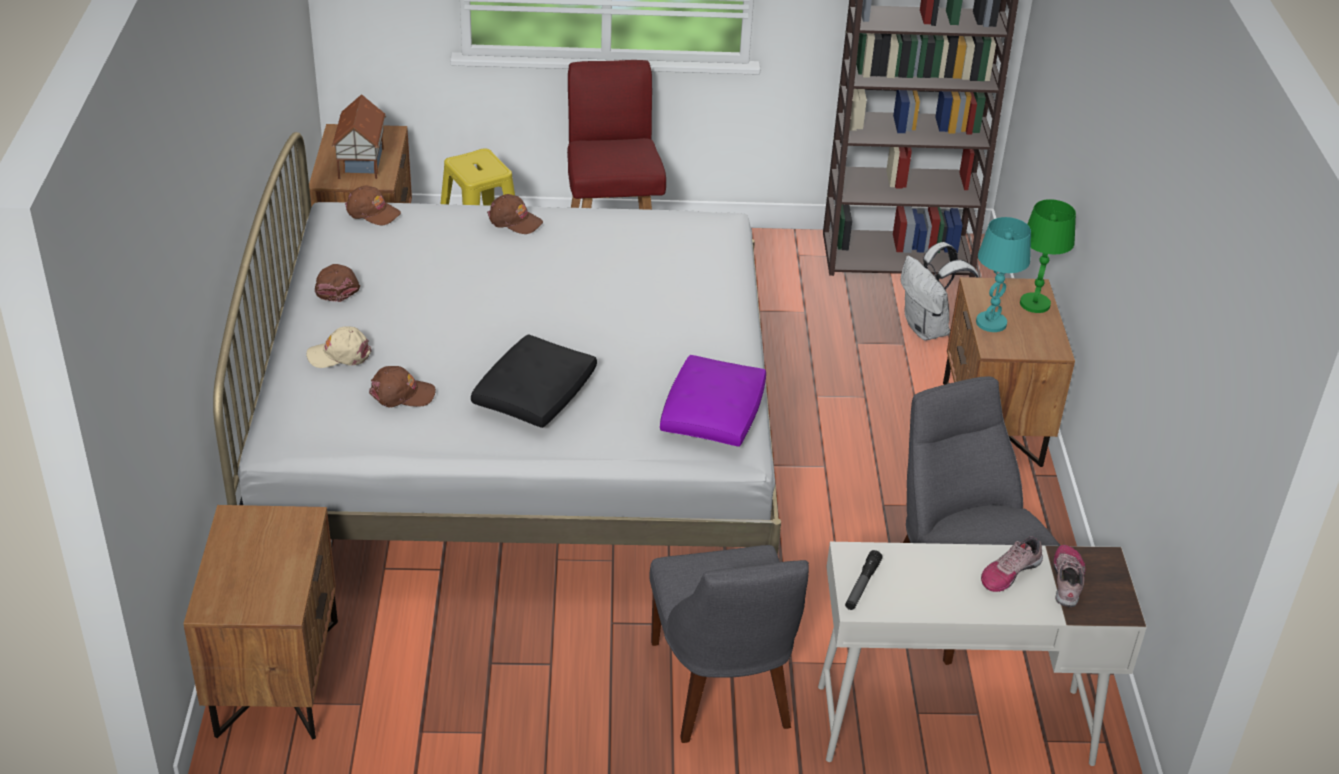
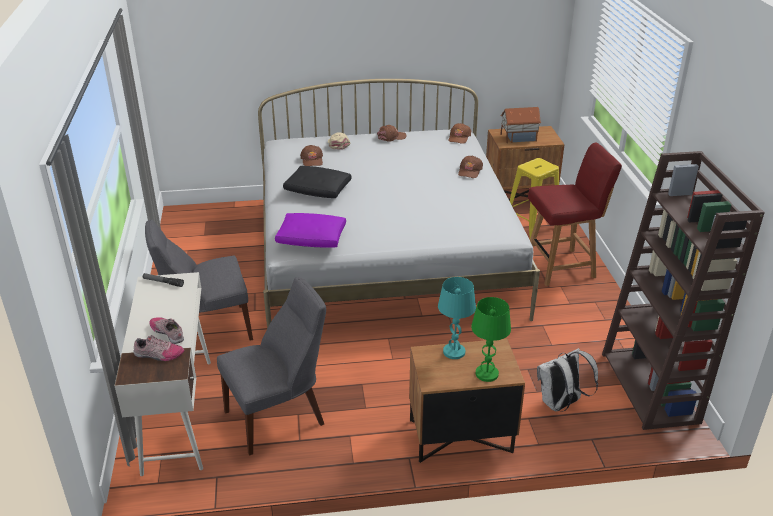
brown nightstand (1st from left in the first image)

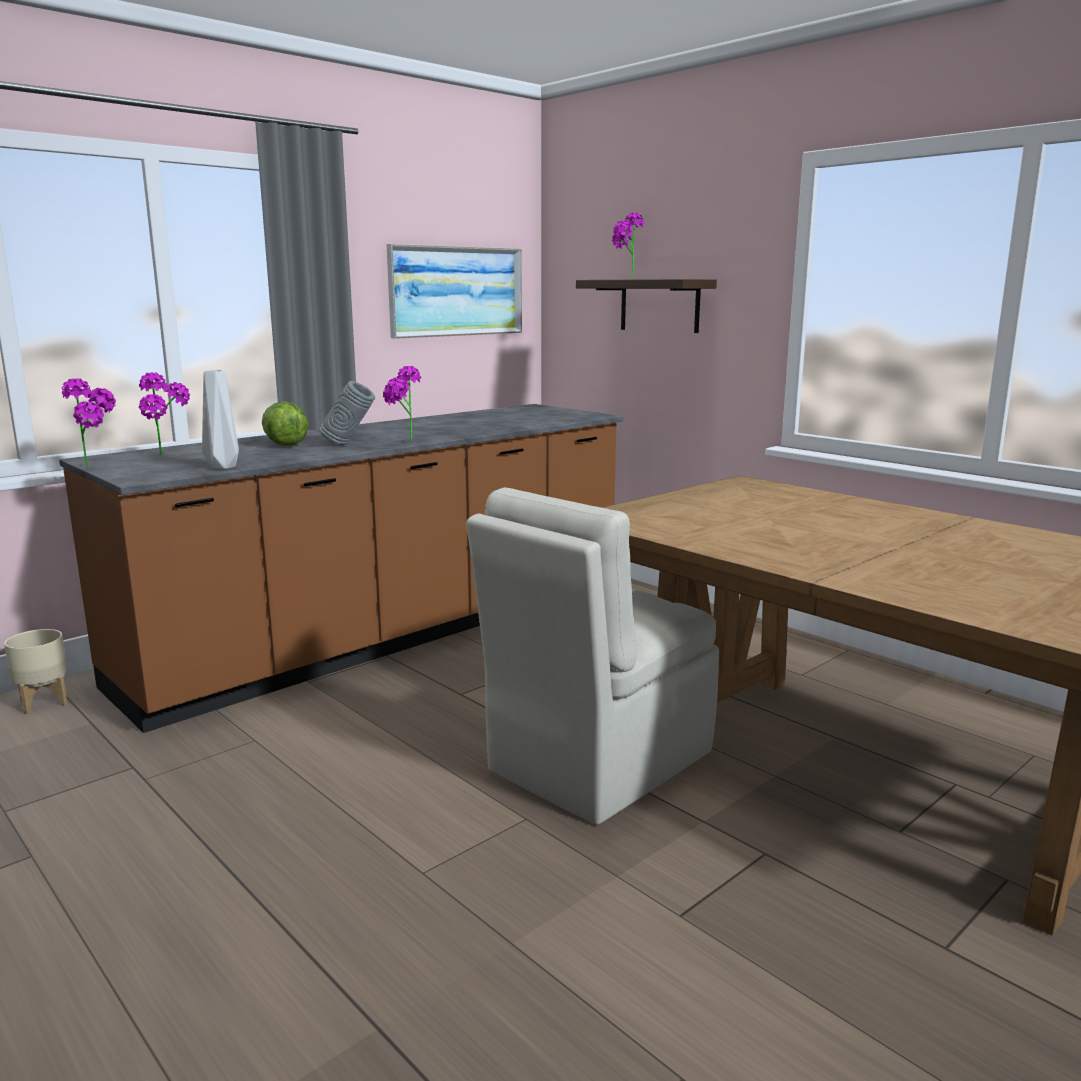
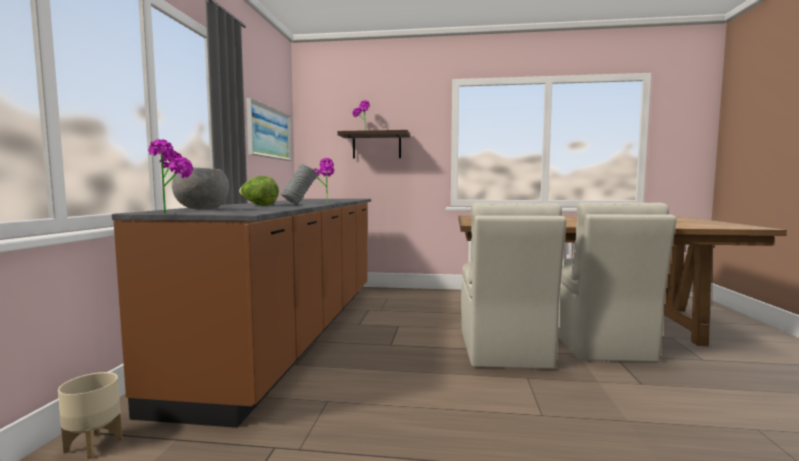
grey bowl; grey vase (1st from left in the first image); beige chair (2nd from left)

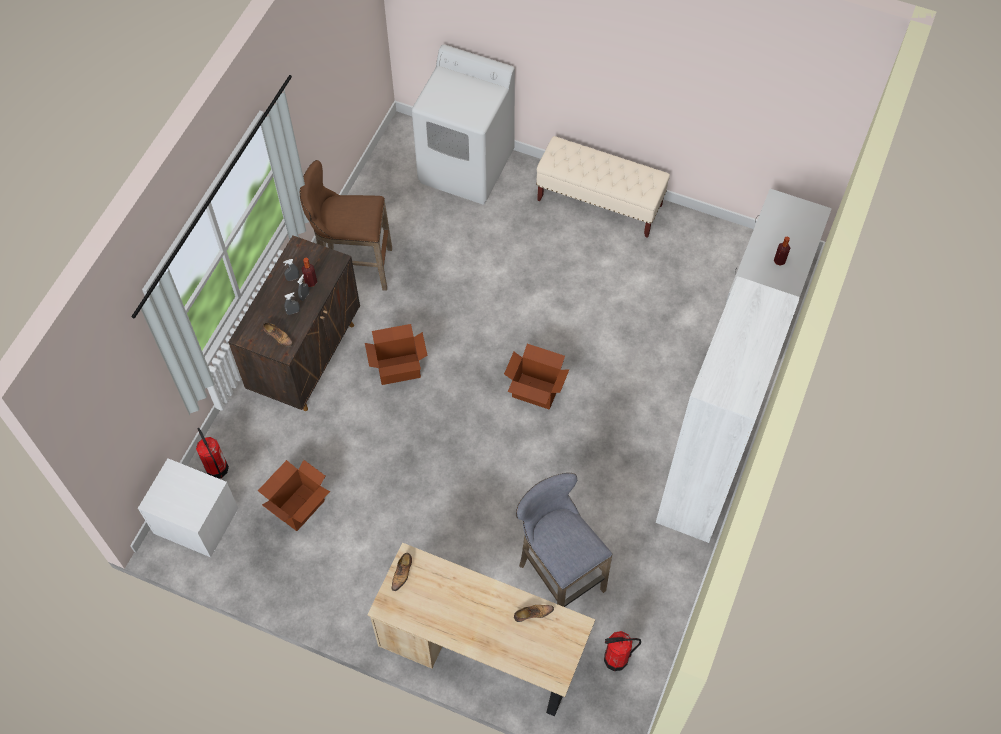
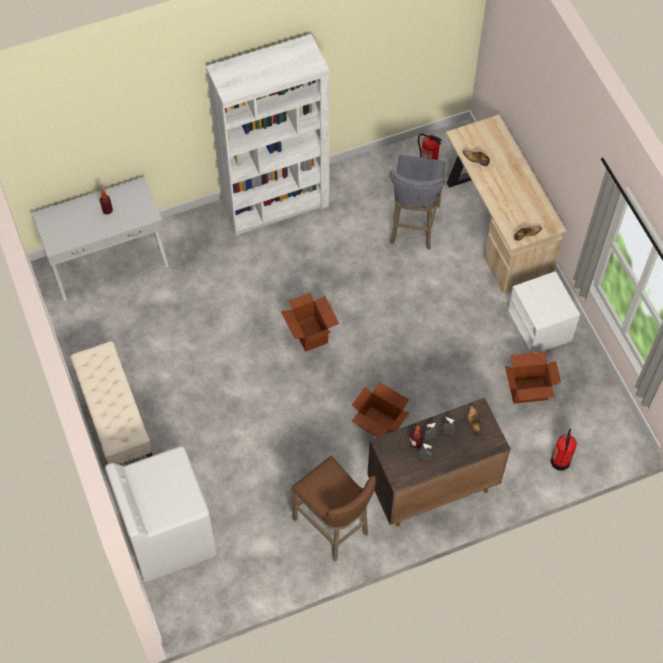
white nightstand

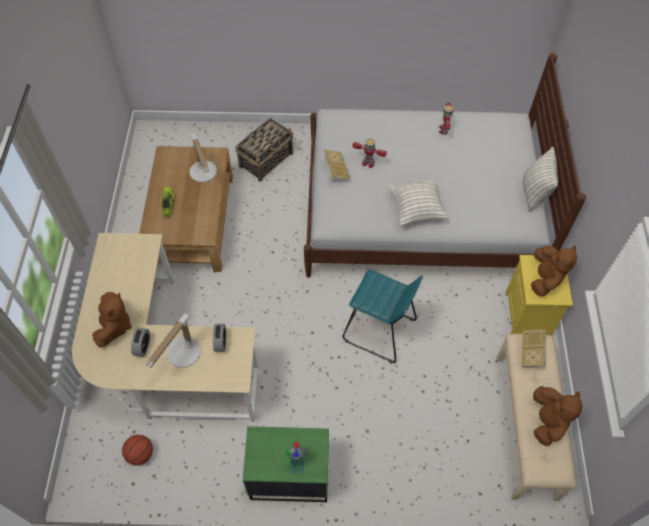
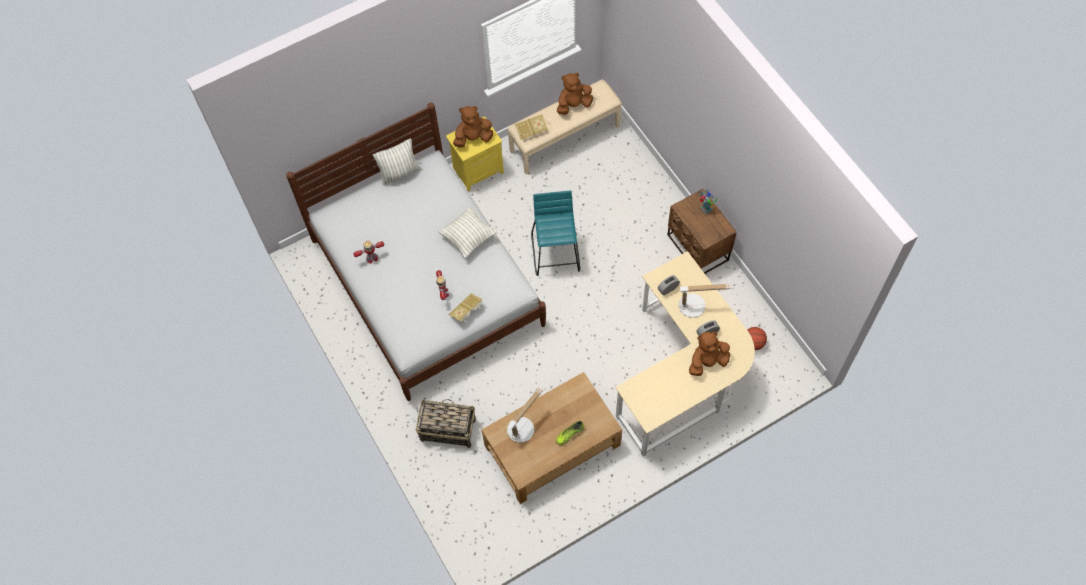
brown nightstand

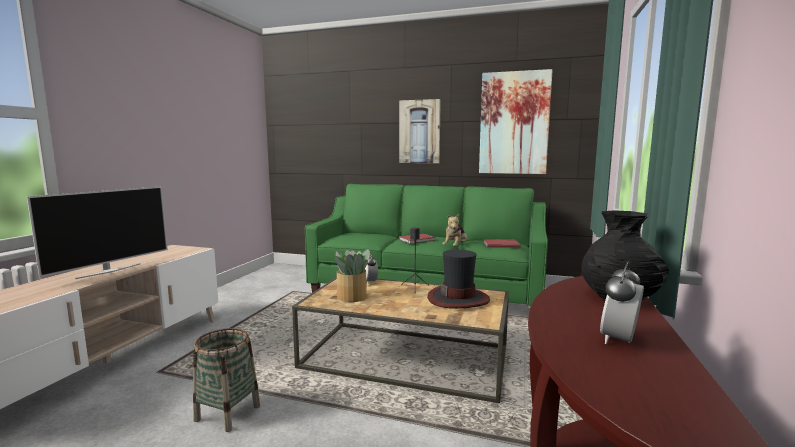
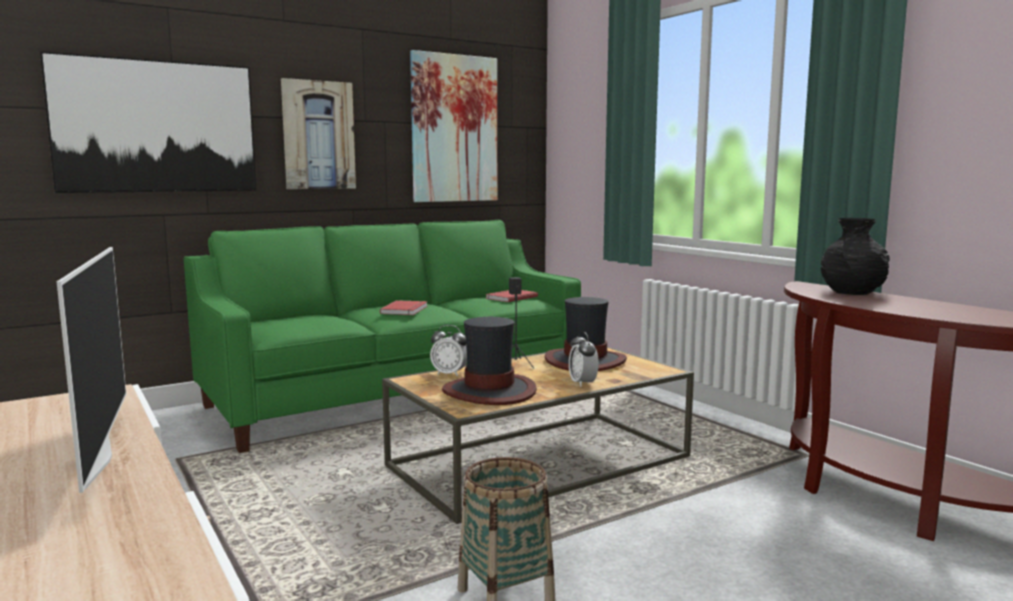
hat (1st from left); plush toy; alarm clock (2nd from left); picture (1st from left)

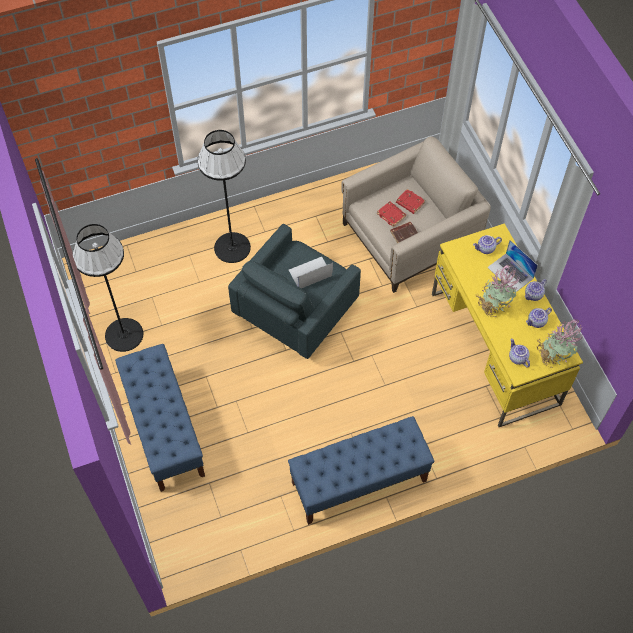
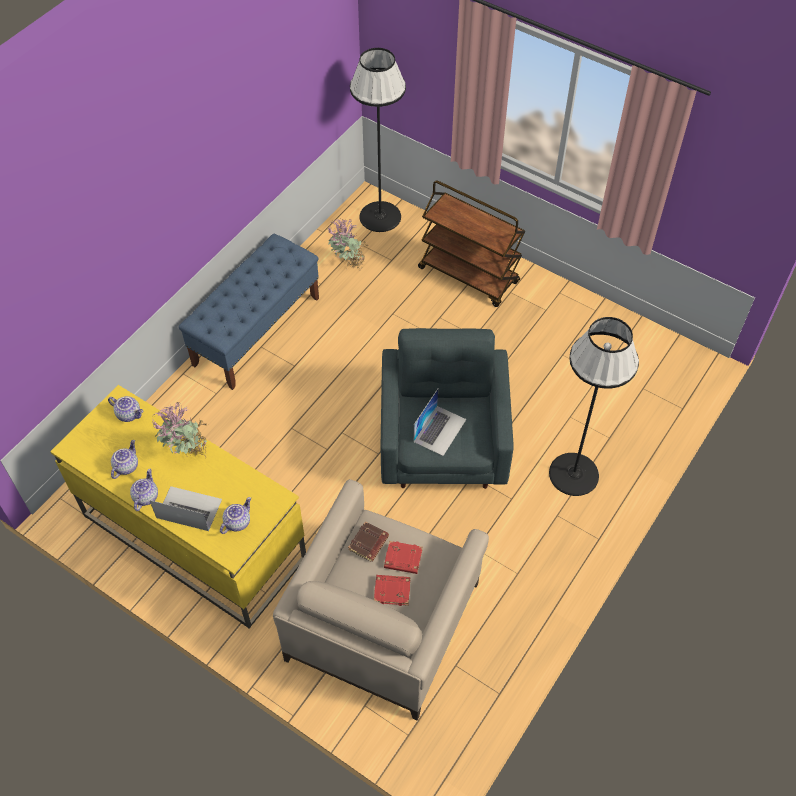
black floor lamp (1st from left); brown cart; potted plant (2nd from left)

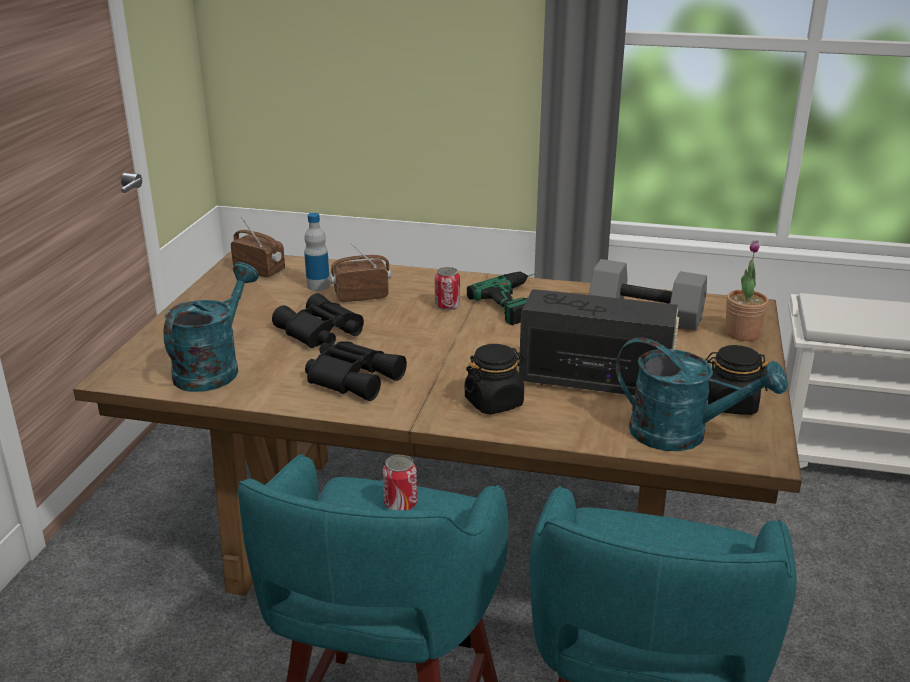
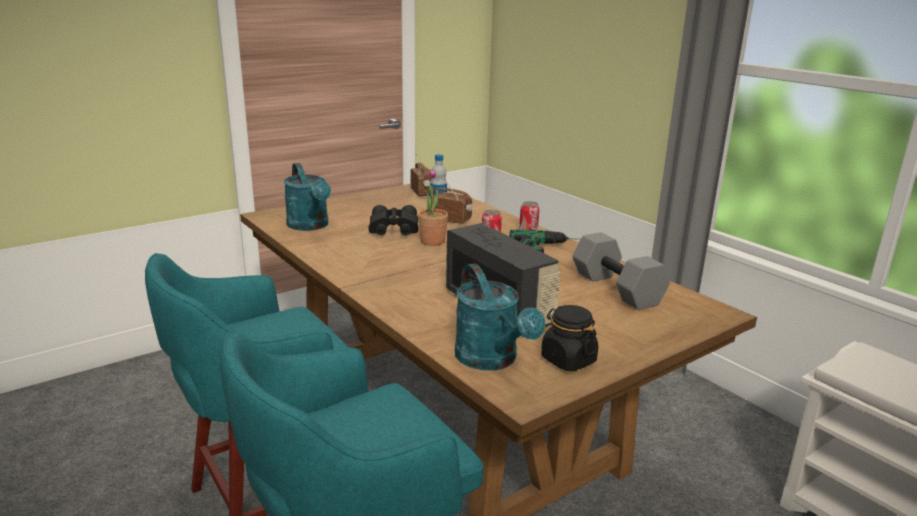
turquoise watering can (1st from left); black binoculars (2nd from left in the first image); can (2nd from left); black jar (1st from left in the first image); potted plant

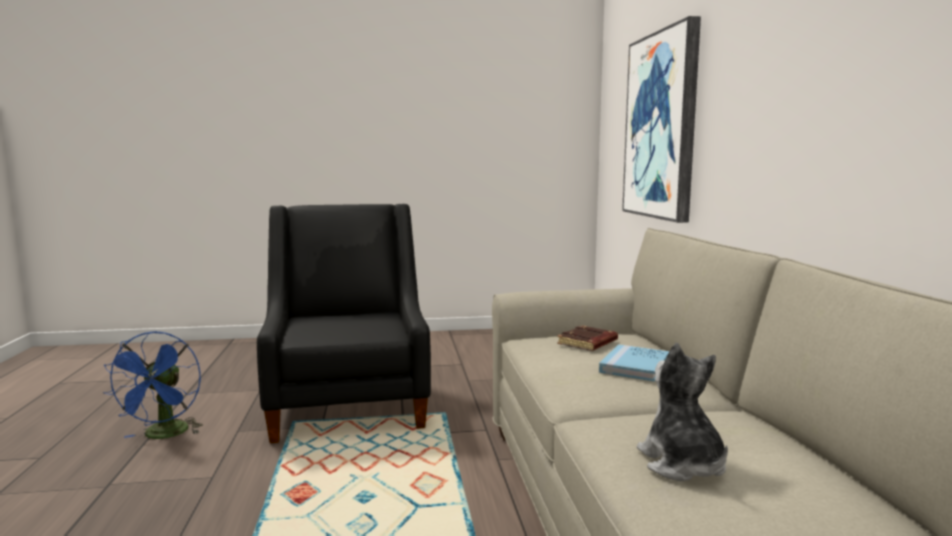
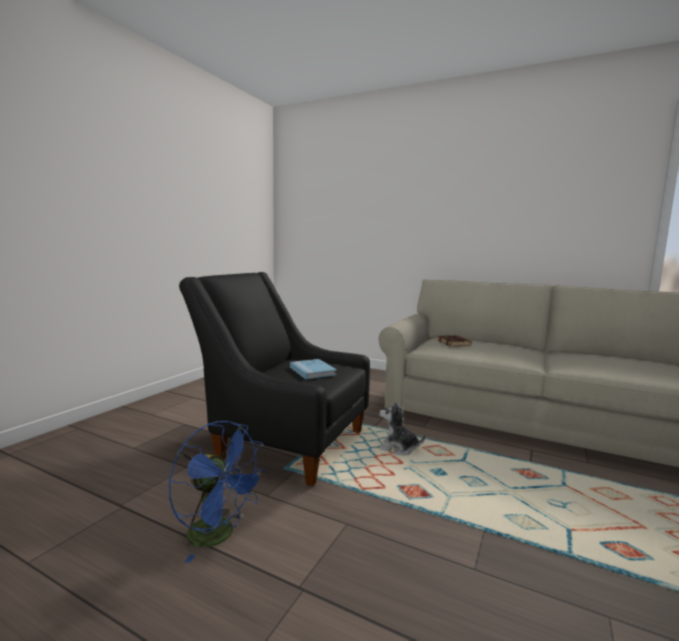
blue book; picture; plush toy

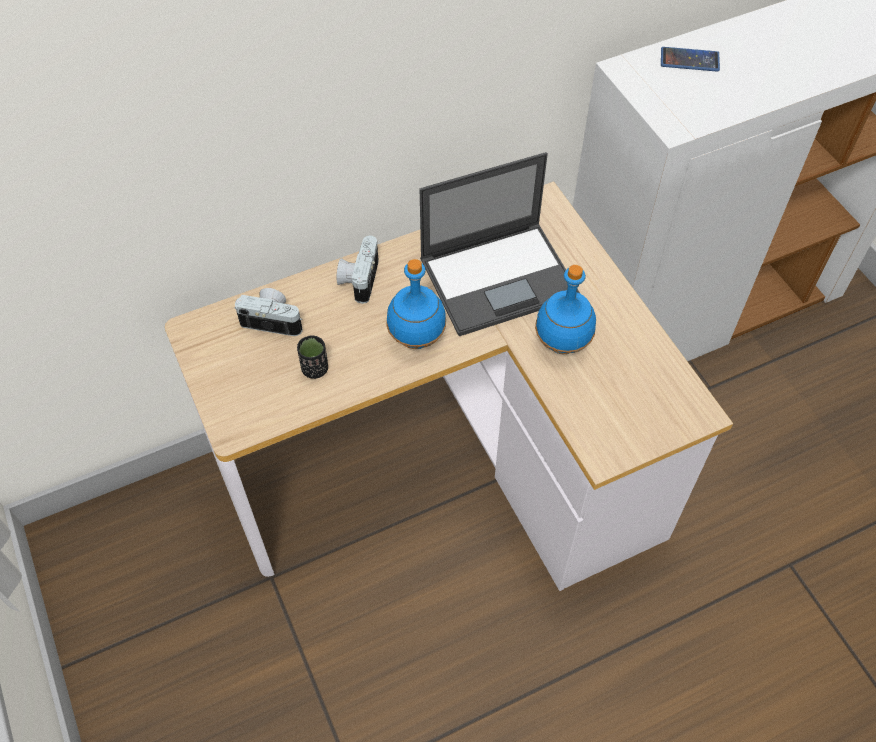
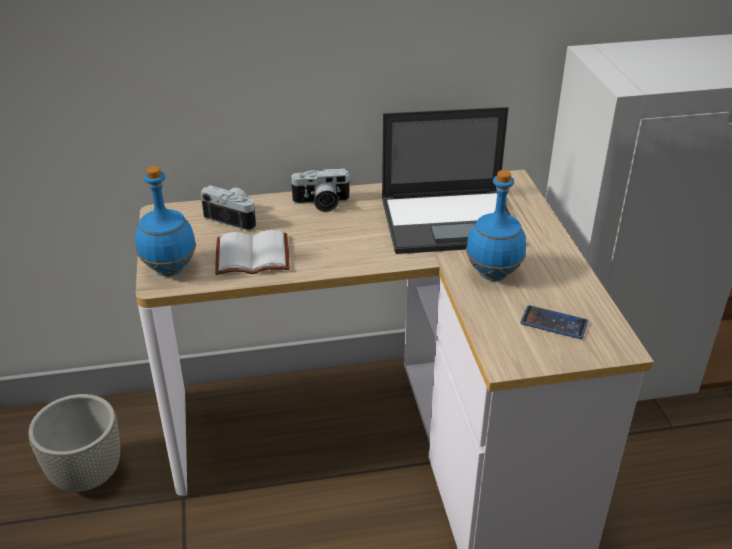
white book; photo camera (2nd from left); blue bottle (1st from left); phone; grey planter

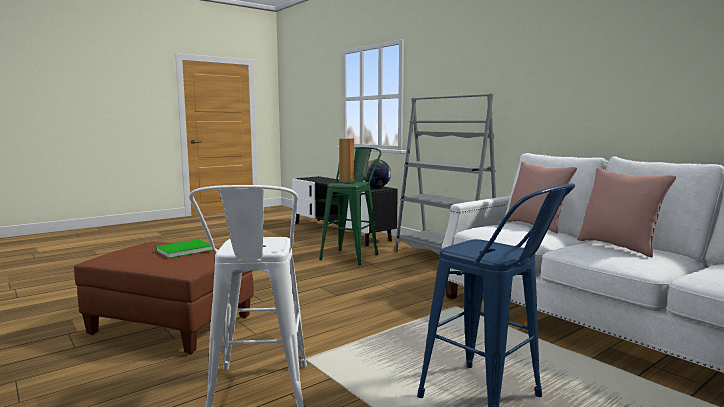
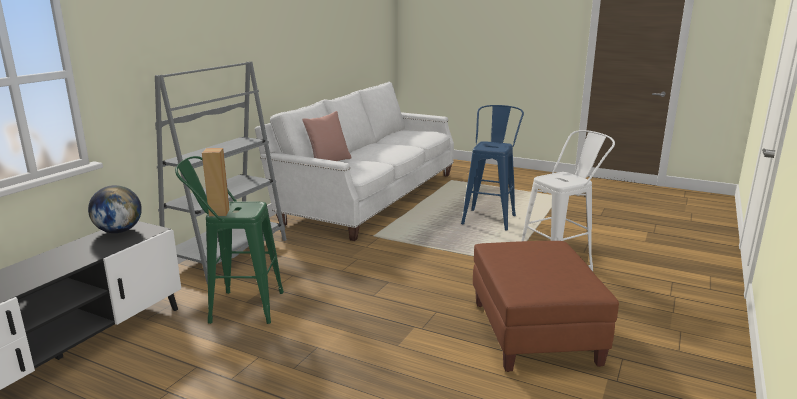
green book; pink pillow (2nd from left in the first image)

